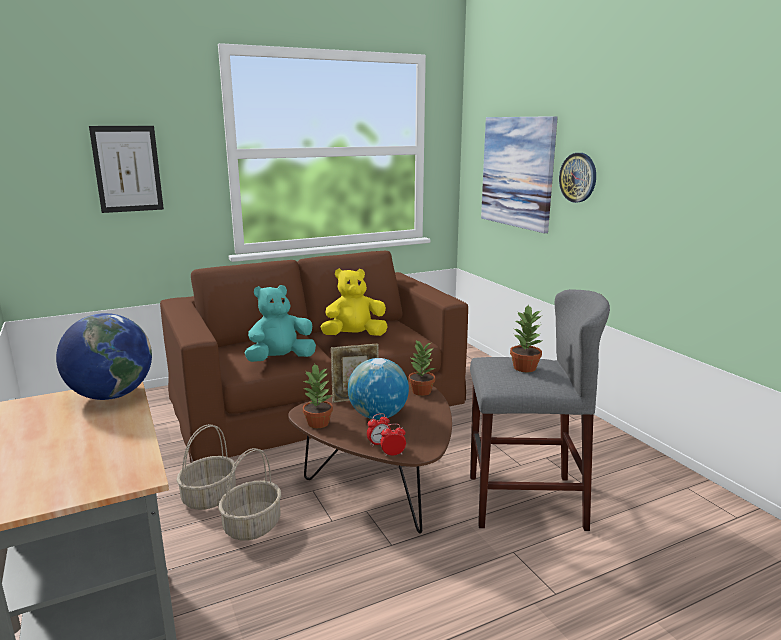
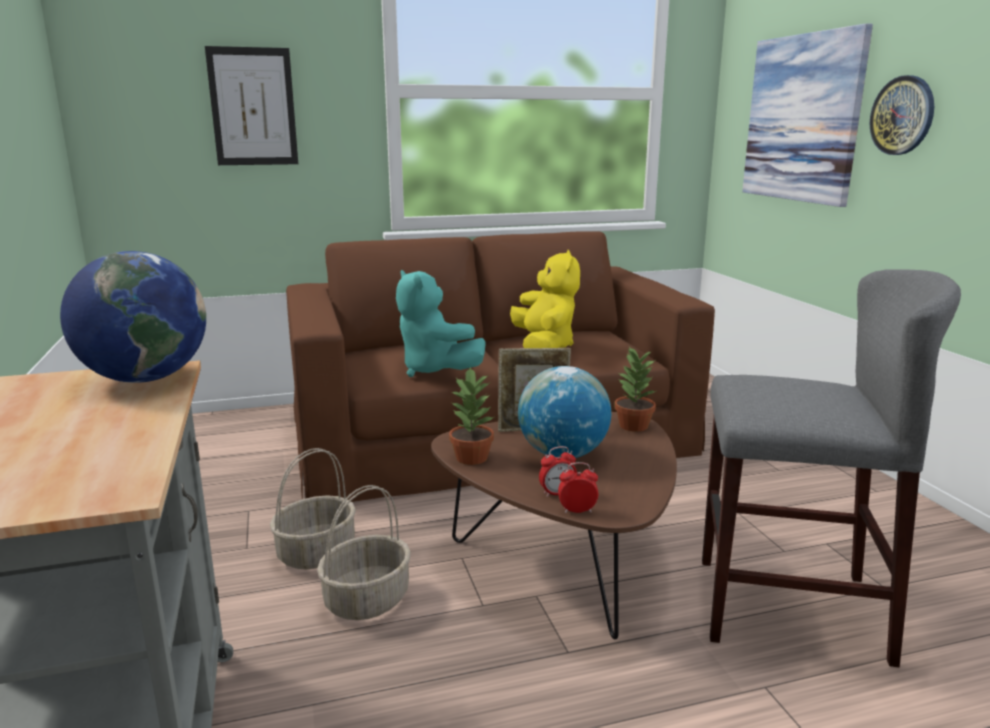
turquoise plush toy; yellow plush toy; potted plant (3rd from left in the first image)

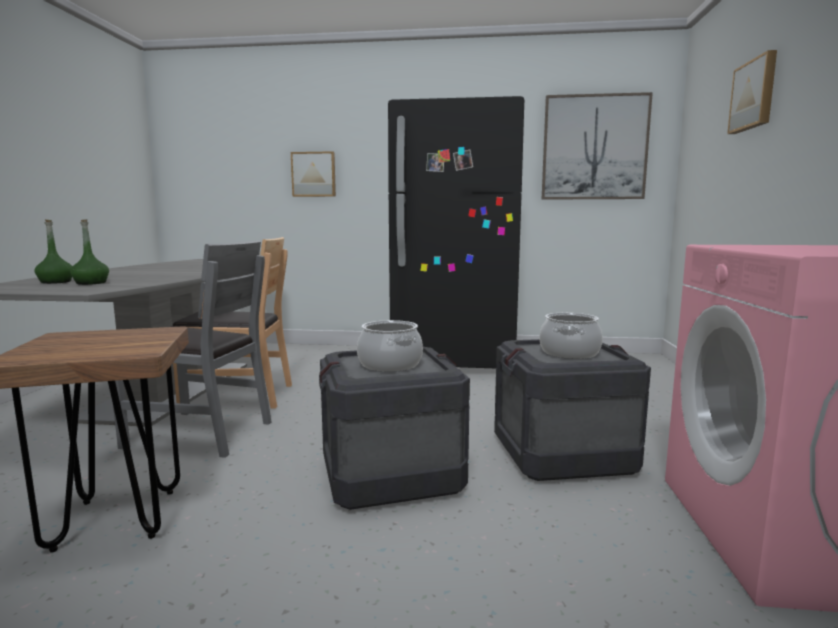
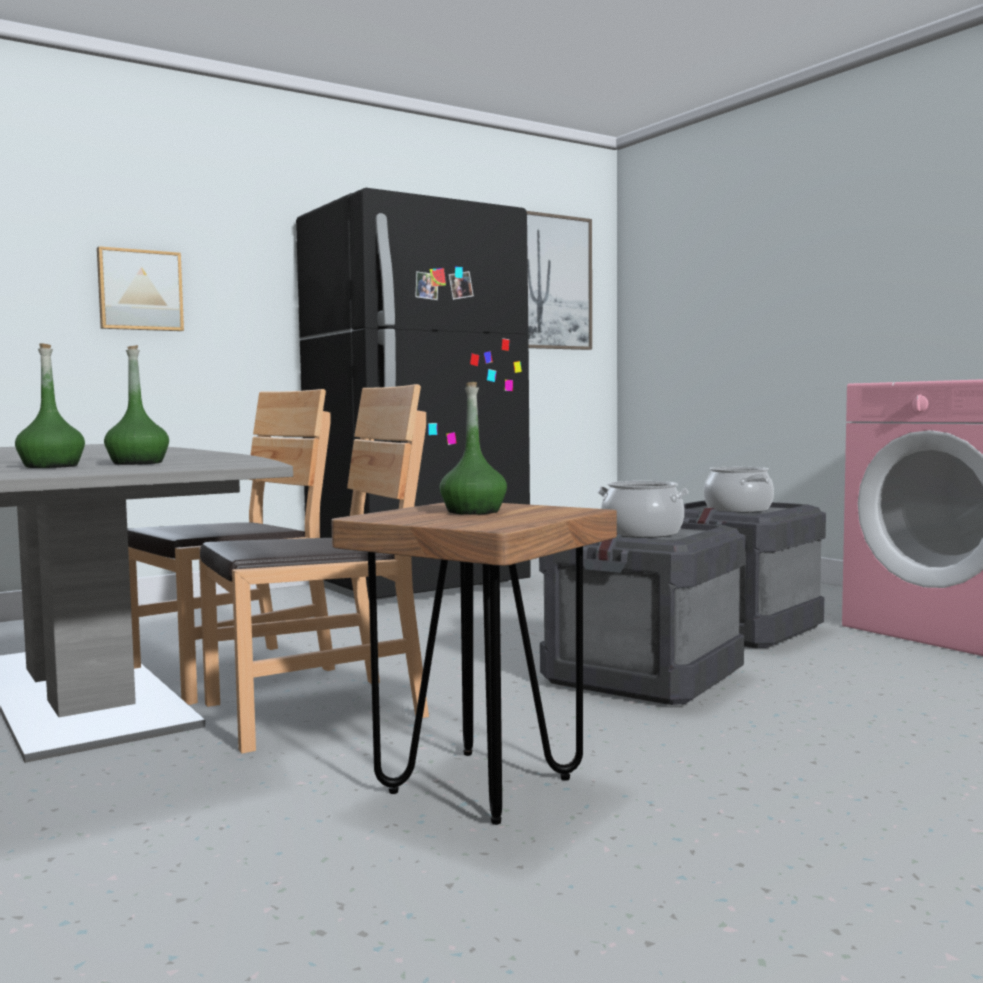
brown chair (2nd from left); picture (3rd from left in the first image); green bottle (3rd from left)

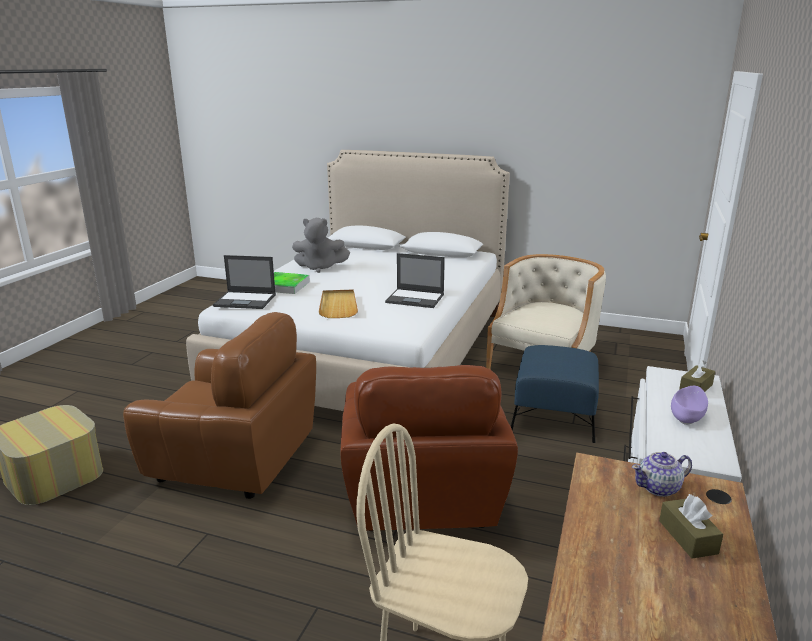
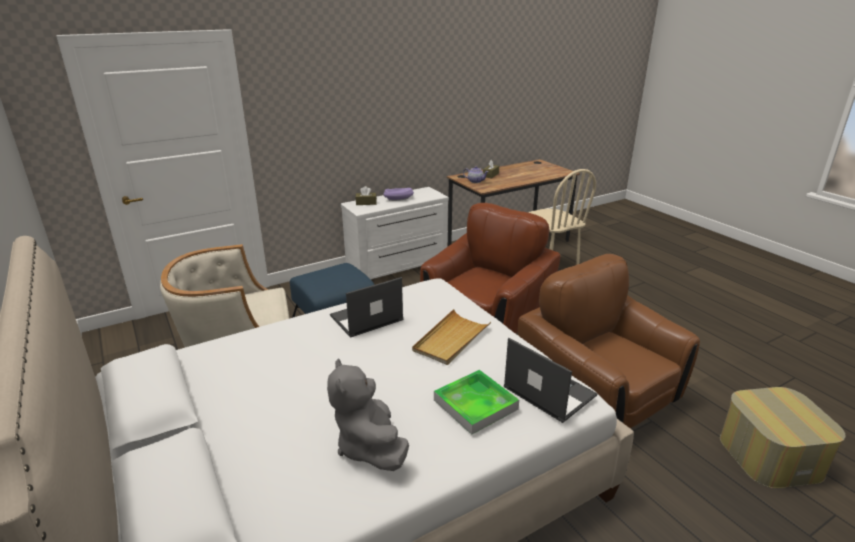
grey plush toy; laptop (1st from left)

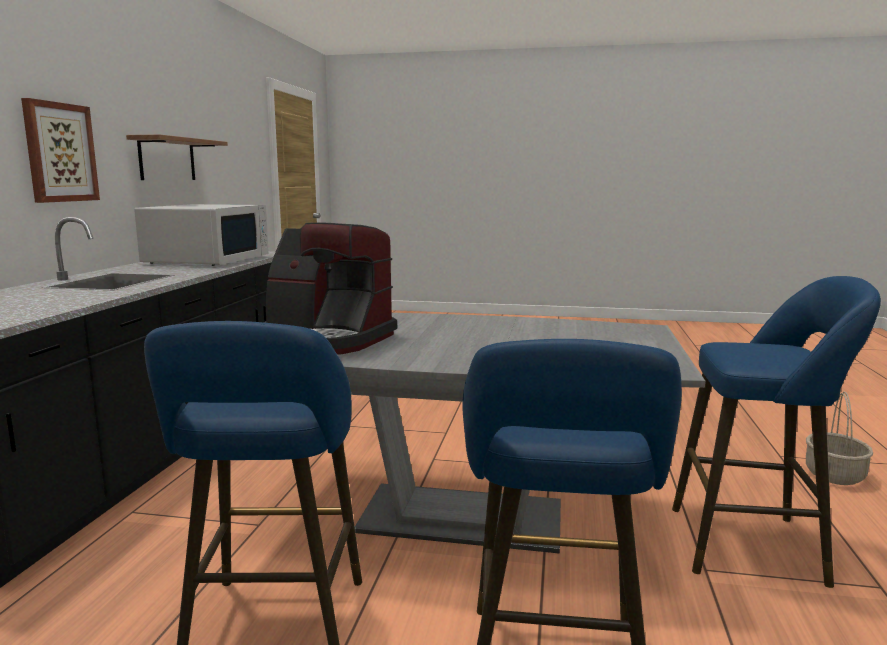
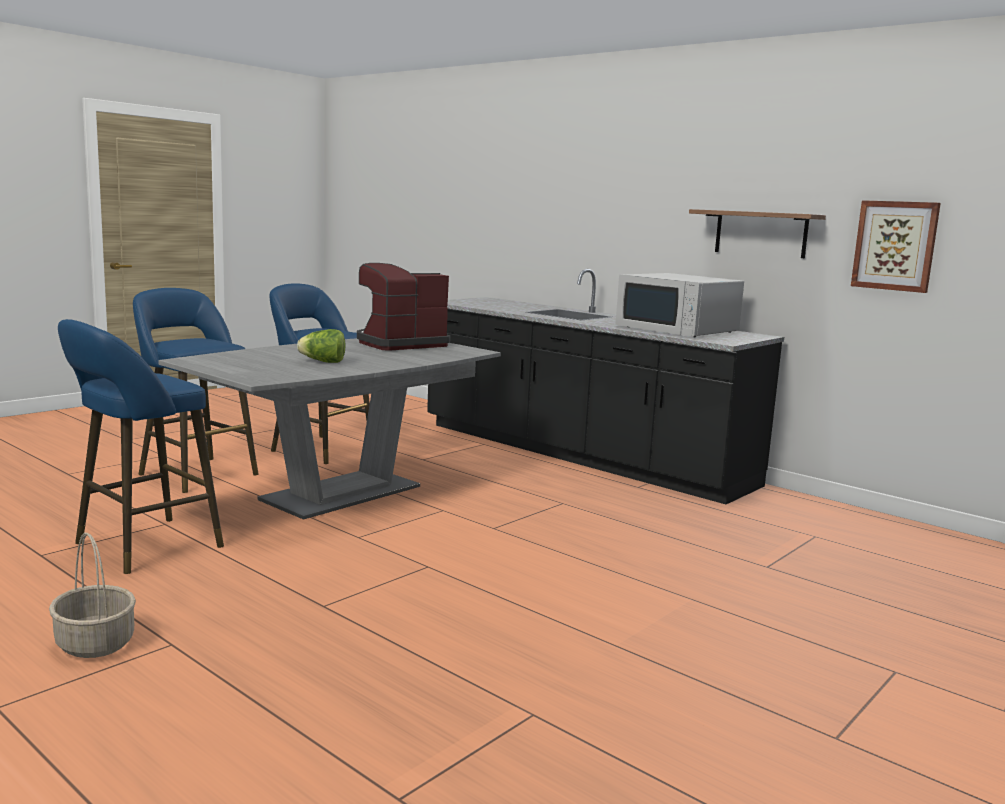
picture; lettuce

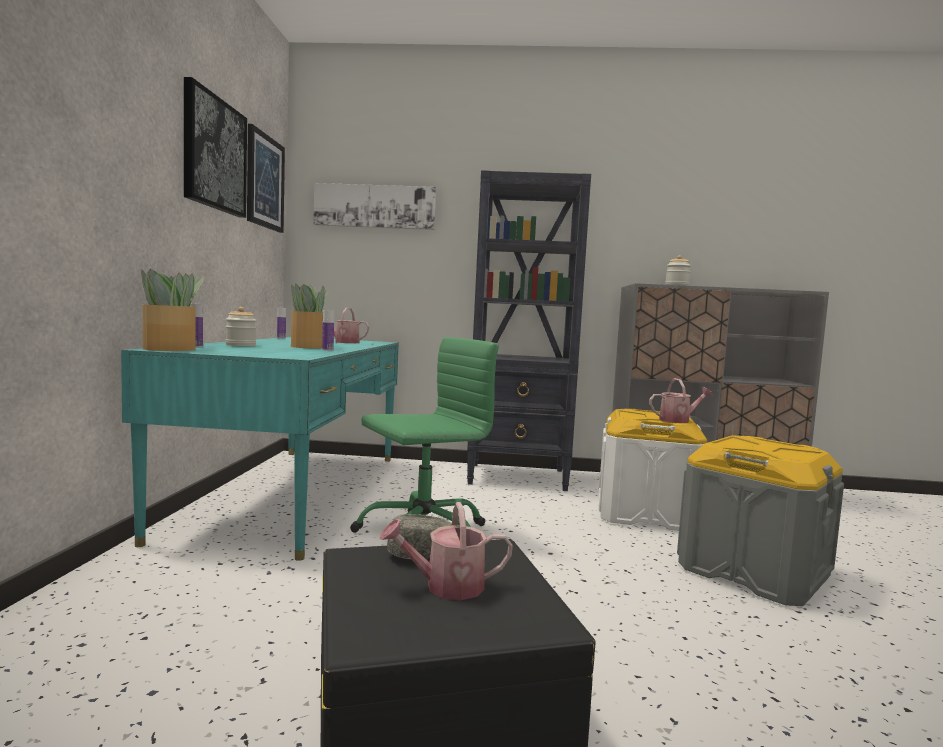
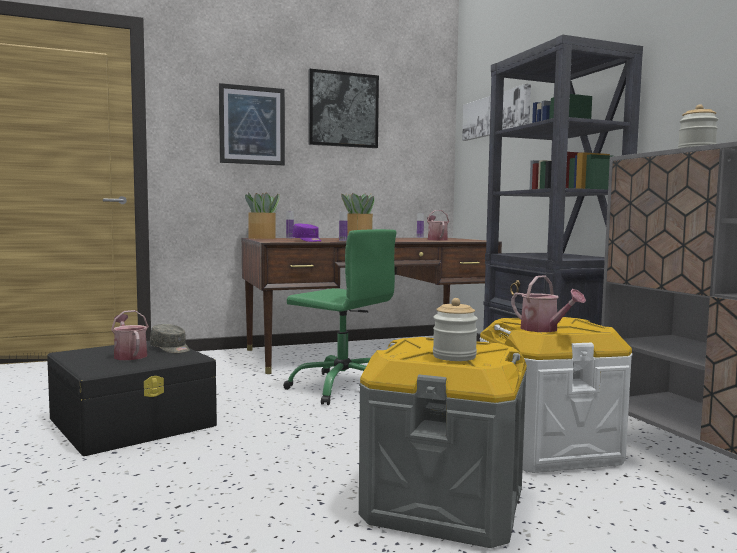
brown desk; jar (1st from left); picture (1st from left); purple cap

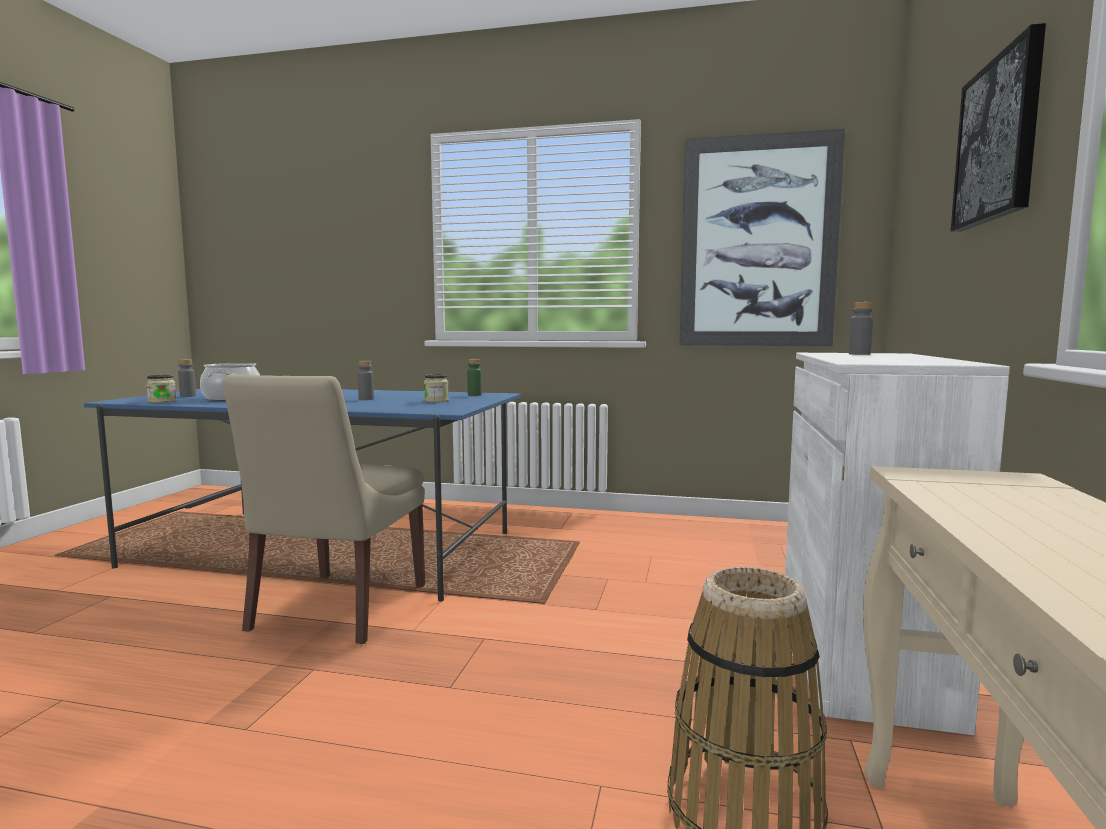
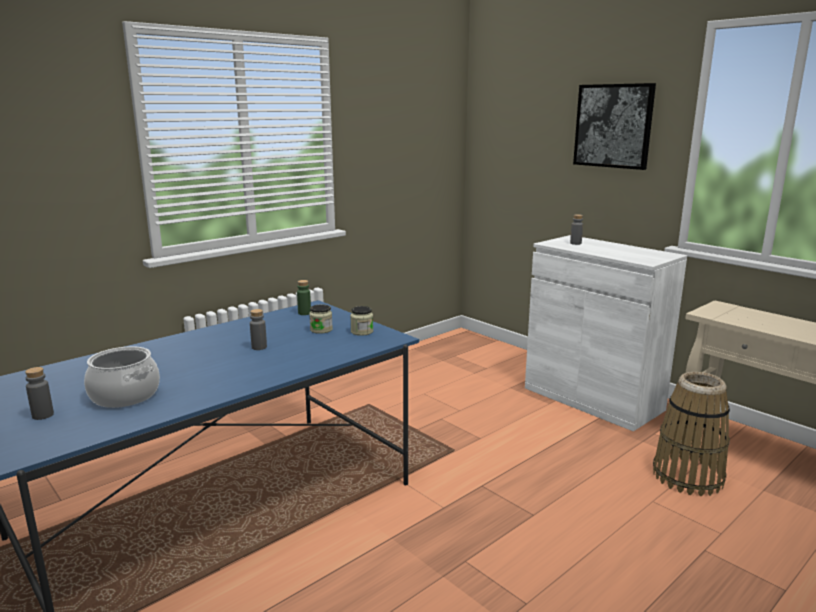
jar (2nd from left); beige chair; picture (1st from left in the first image)

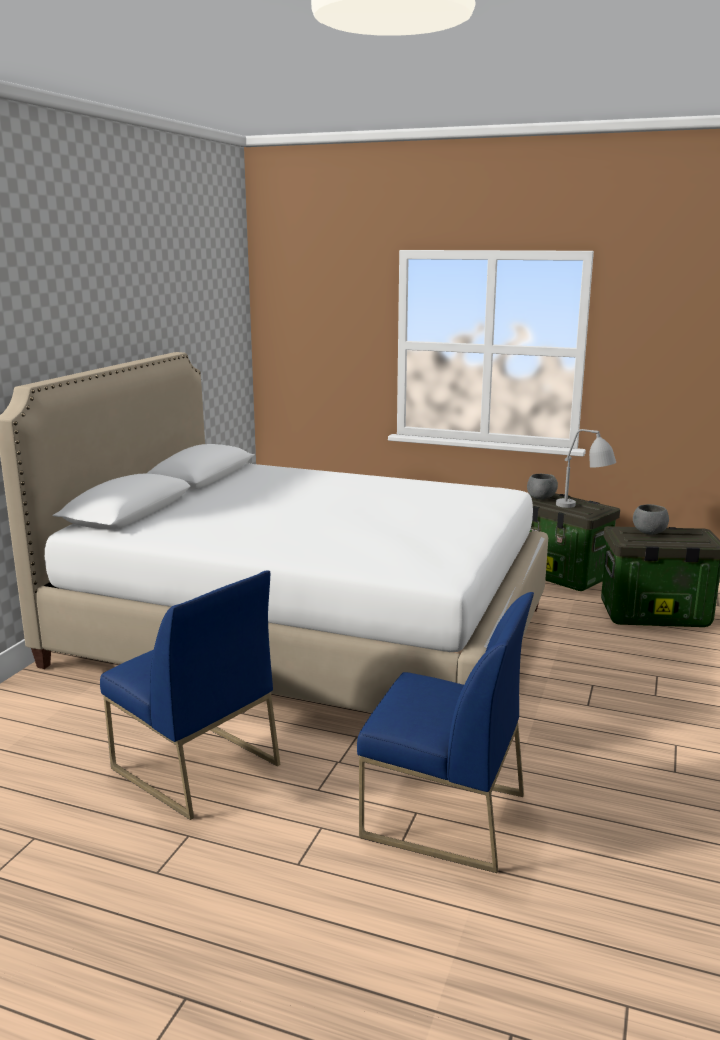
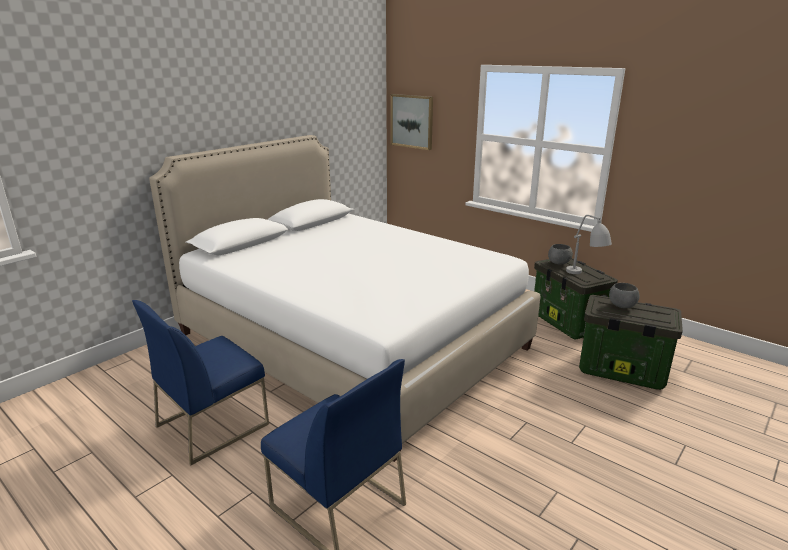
blue chair (1st from left); picture

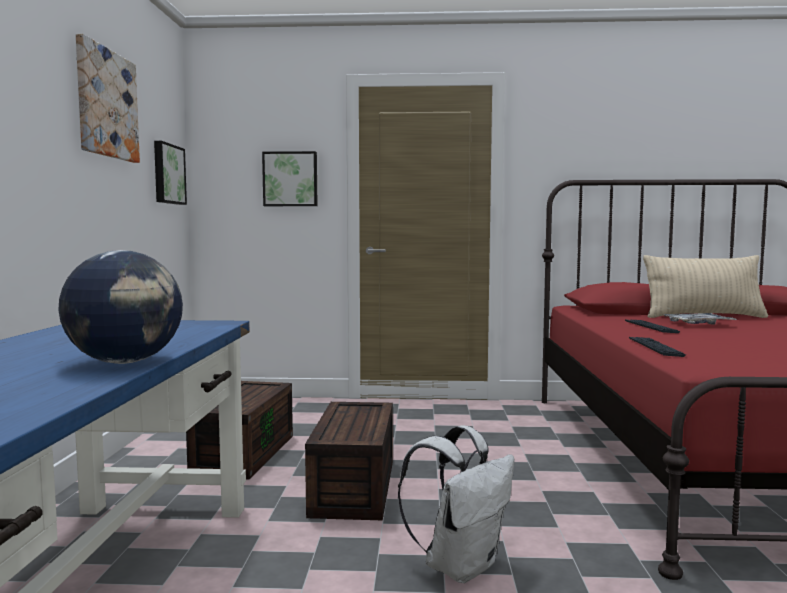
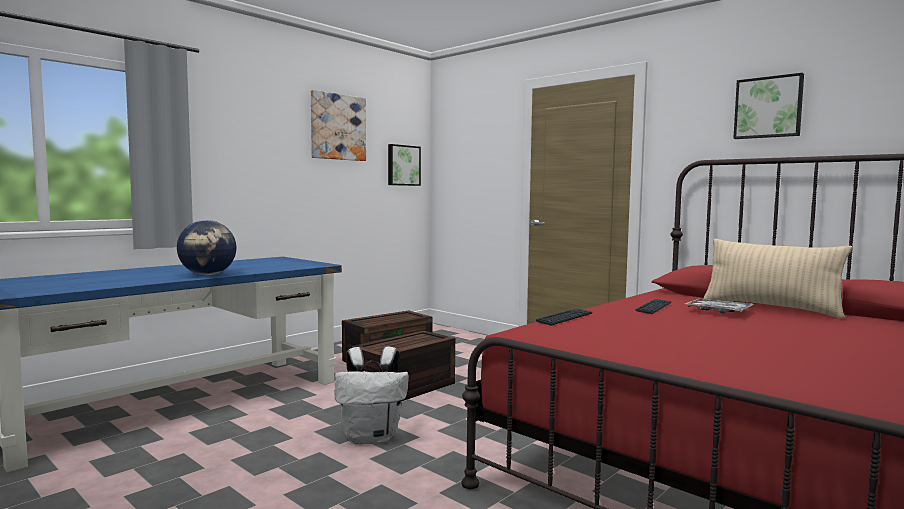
picture (3rd from left)

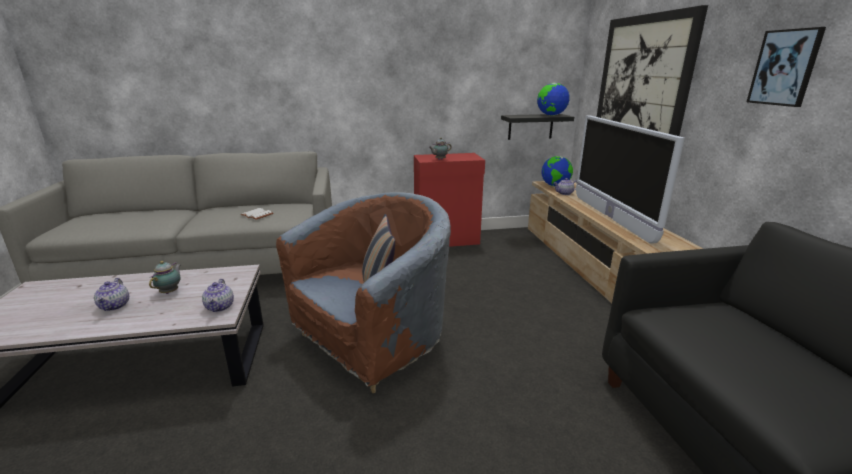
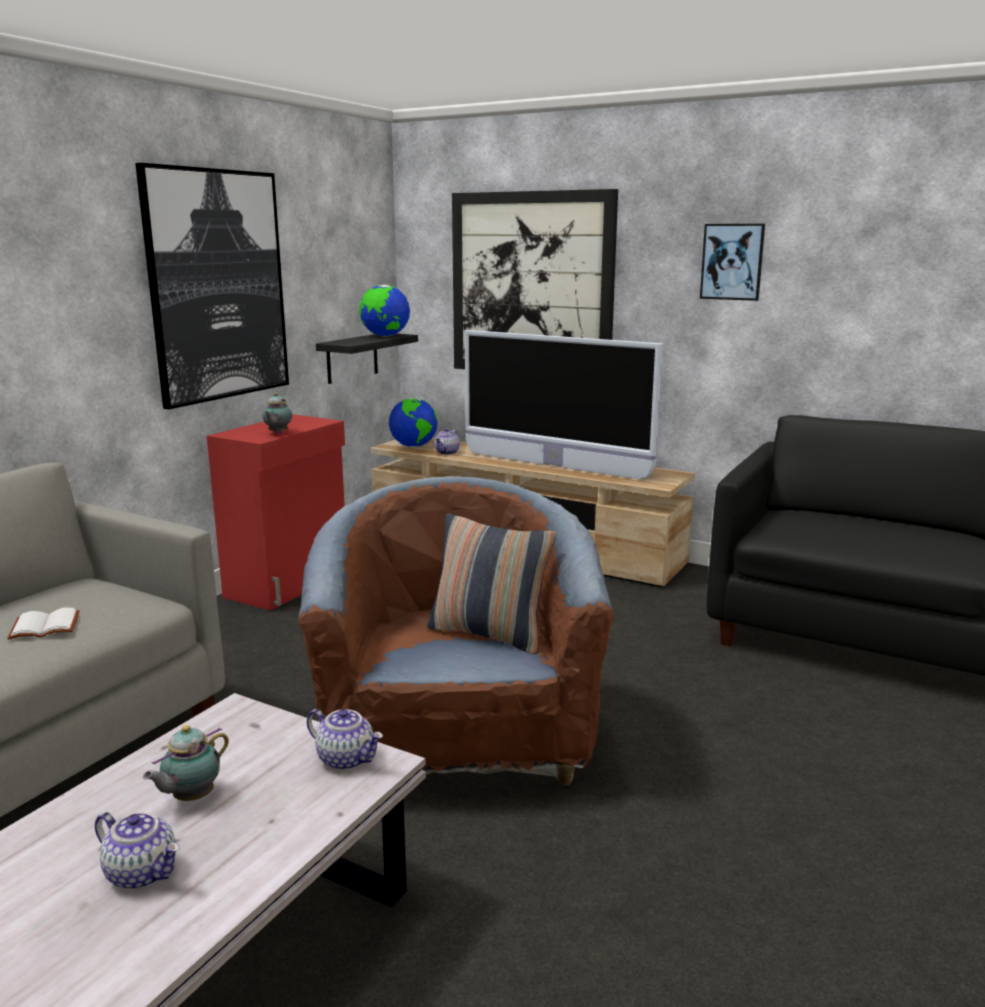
teapot (2nd from left); picture (1st from left)

